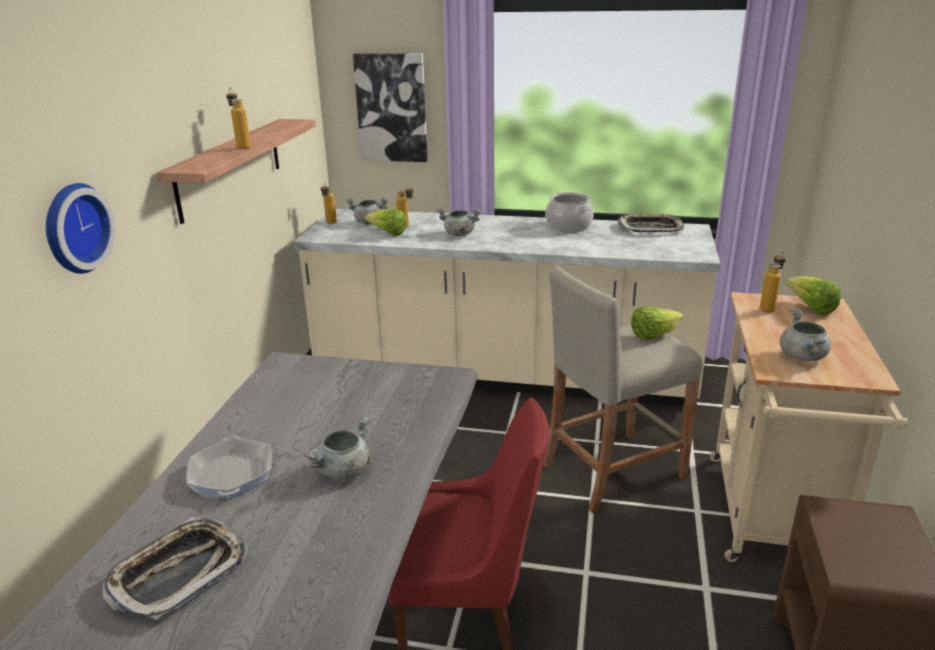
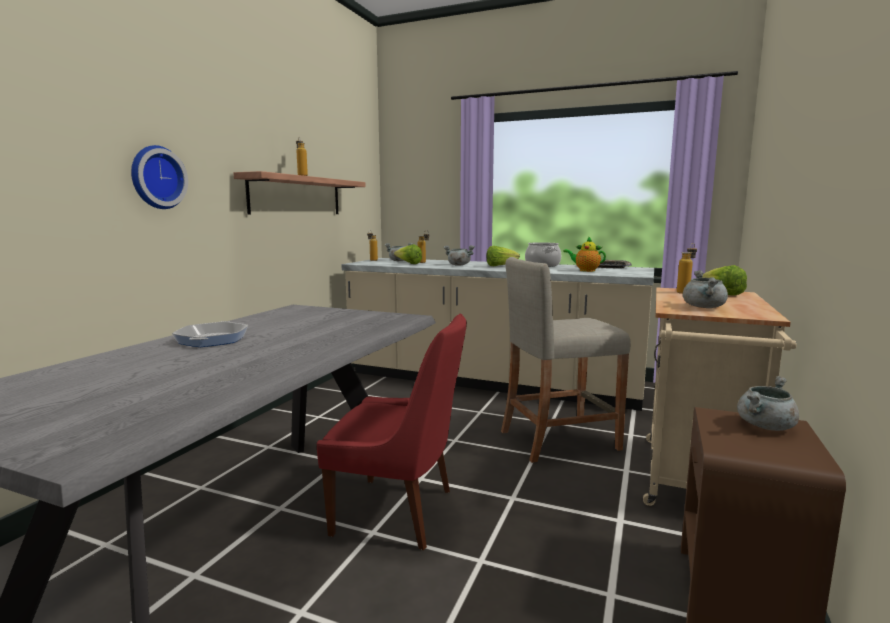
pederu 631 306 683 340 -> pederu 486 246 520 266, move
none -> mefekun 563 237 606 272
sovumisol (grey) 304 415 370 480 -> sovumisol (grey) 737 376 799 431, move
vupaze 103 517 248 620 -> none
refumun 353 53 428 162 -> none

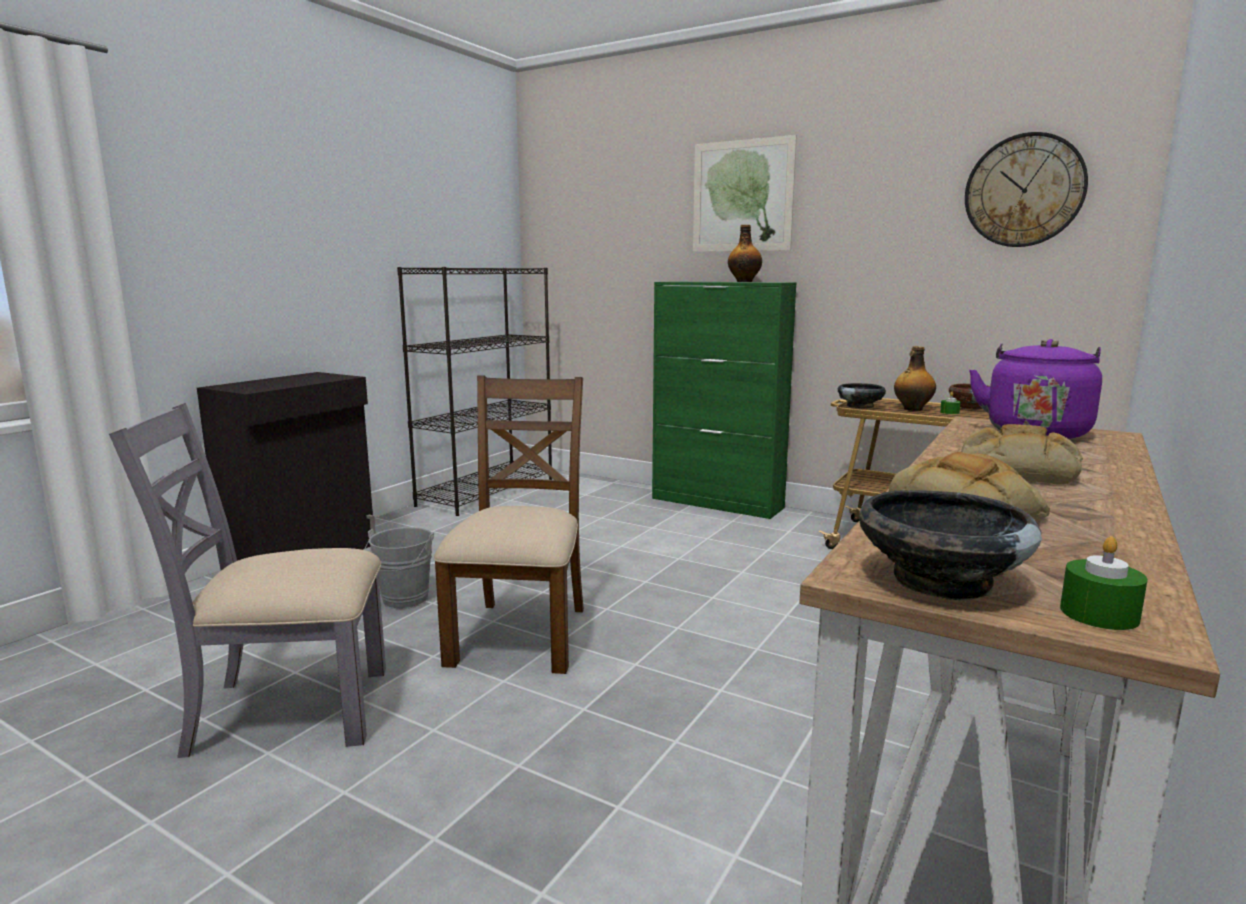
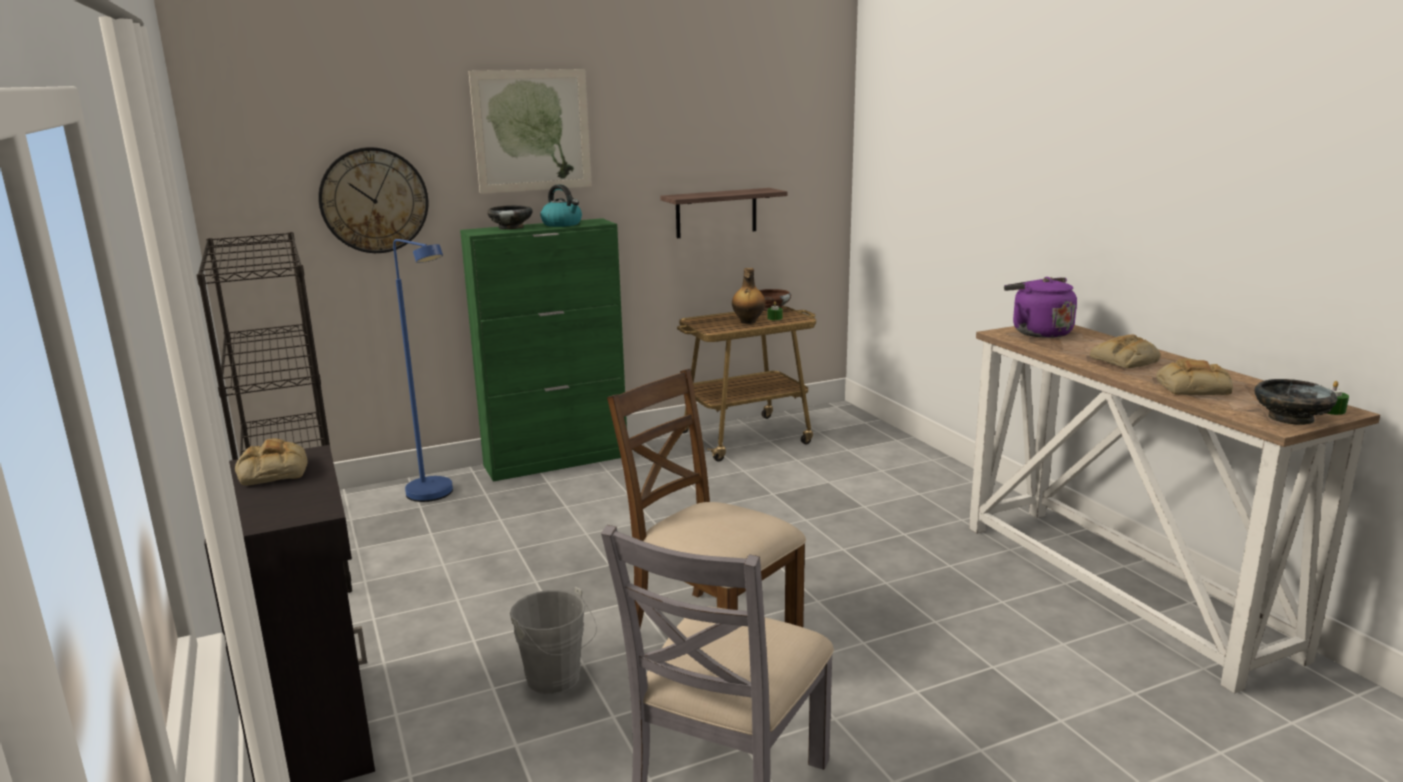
none -> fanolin 235 439 308 485
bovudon 965 132 1088 247 -> bovudon 318 147 428 253, move
none -> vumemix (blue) 393 239 453 502
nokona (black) 838 383 886 409 -> nokona (black) 487 205 533 230, move
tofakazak 728 225 762 282 -> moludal 541 184 582 227
none -> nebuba 660 188 788 238

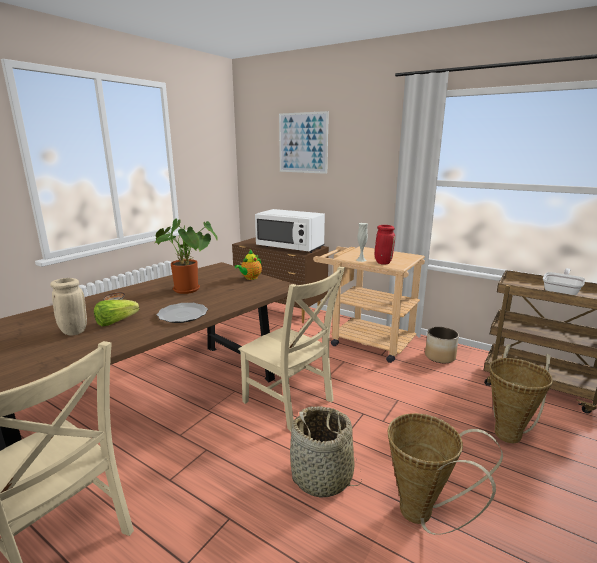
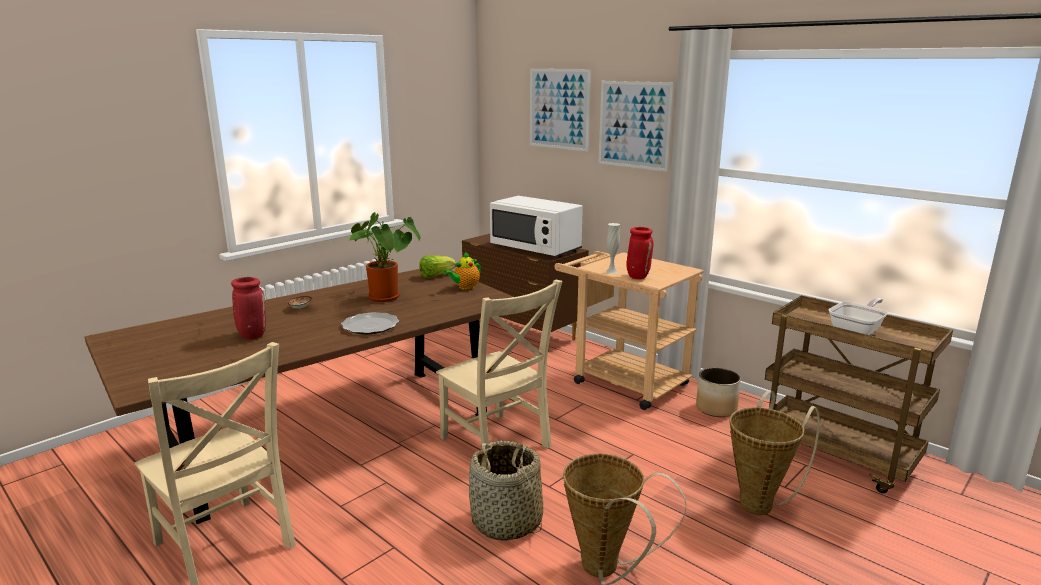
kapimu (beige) 50 278 87 336 -> kapimu (red) 231 277 266 339
pederu 94 300 139 326 -> pederu 419 255 456 278, move
none -> refumun 598 81 674 172

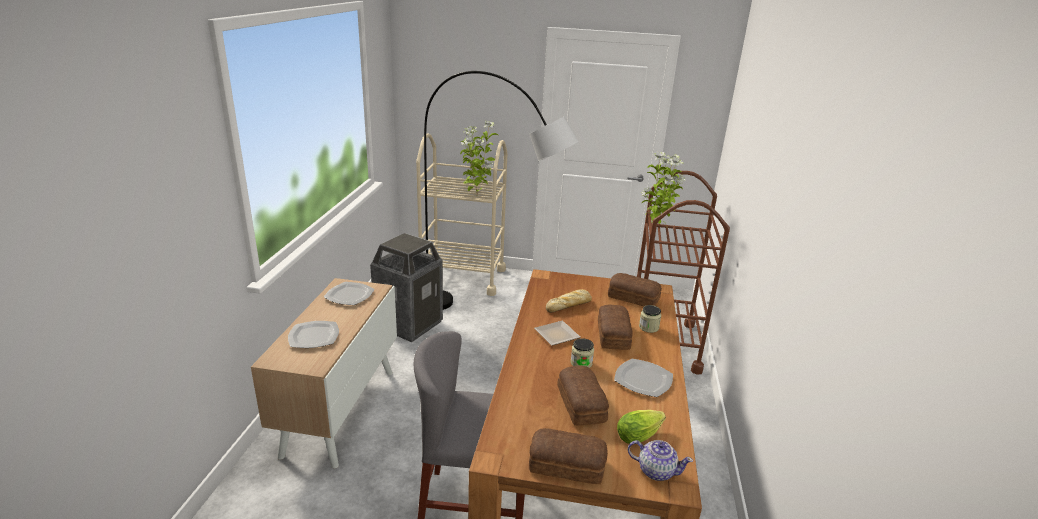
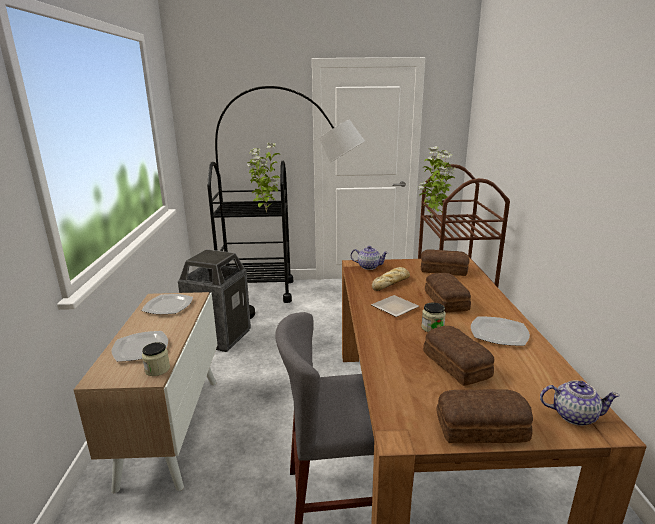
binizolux 639 305 661 333 -> binizolux 142 342 170 376, move
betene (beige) 416 133 507 296 -> betene (black) 207 161 293 303
none -> mefekun 351 246 388 270
pederu 617 410 666 444 -> none

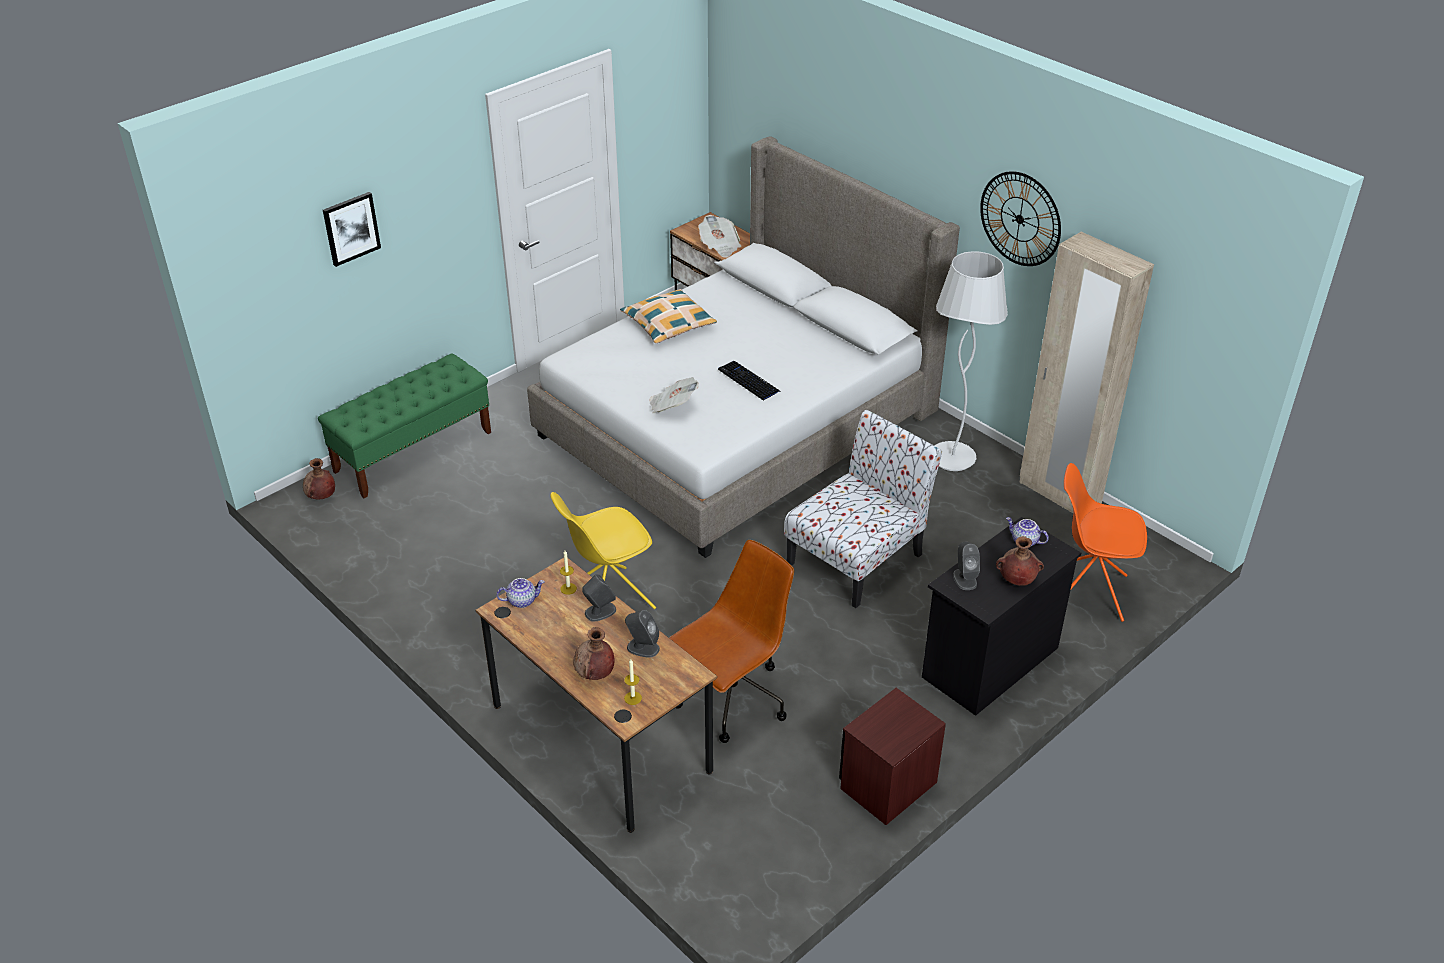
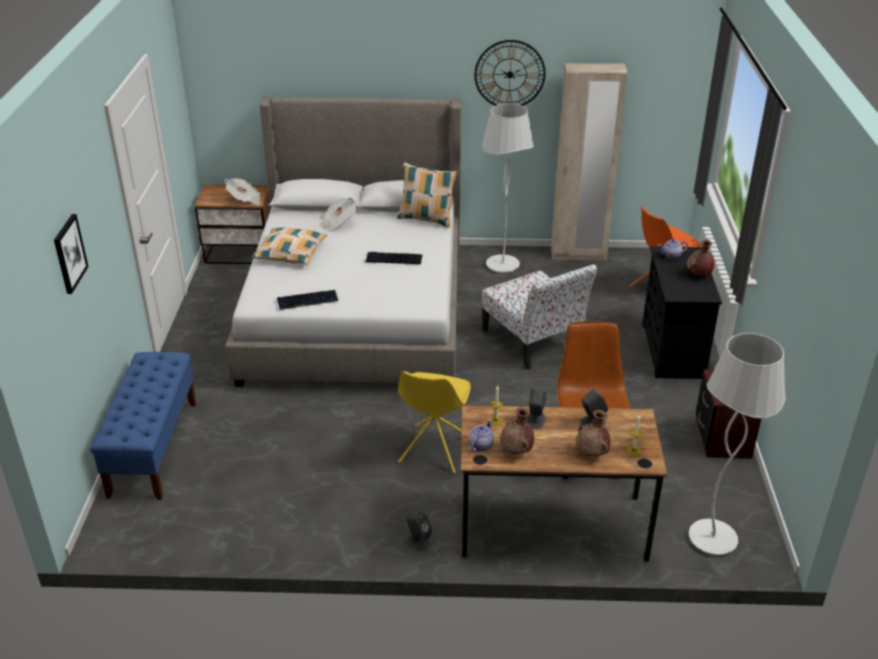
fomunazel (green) 318 354 491 498 -> fomunazel (blue) 90 352 196 500
none -> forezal 277 290 338 310
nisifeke 649 377 699 413 -> nisifeke 319 198 356 230, move
none -> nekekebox 397 163 457 228
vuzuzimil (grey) 953 542 980 590 -> vuzuzimil (grey) 406 511 432 550, move
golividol 784 410 942 608 -> golividol 481 264 597 370, 150 degrees clockwise
kapimu (brown) 303 458 335 499 -> kapimu (brown) 500 407 534 454, move
none -> vumemix (white) 689 333 786 555

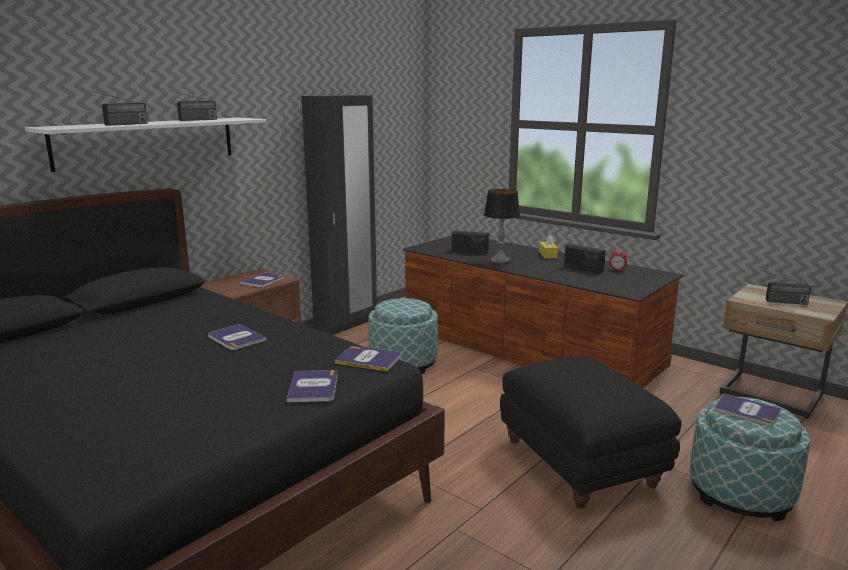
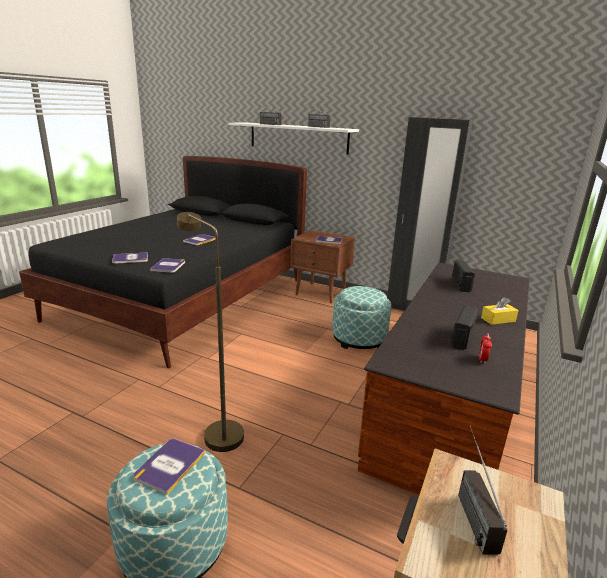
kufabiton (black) 500 356 681 509 -> vumemix (brown) 177 212 244 452
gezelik 484 189 520 263 -> none

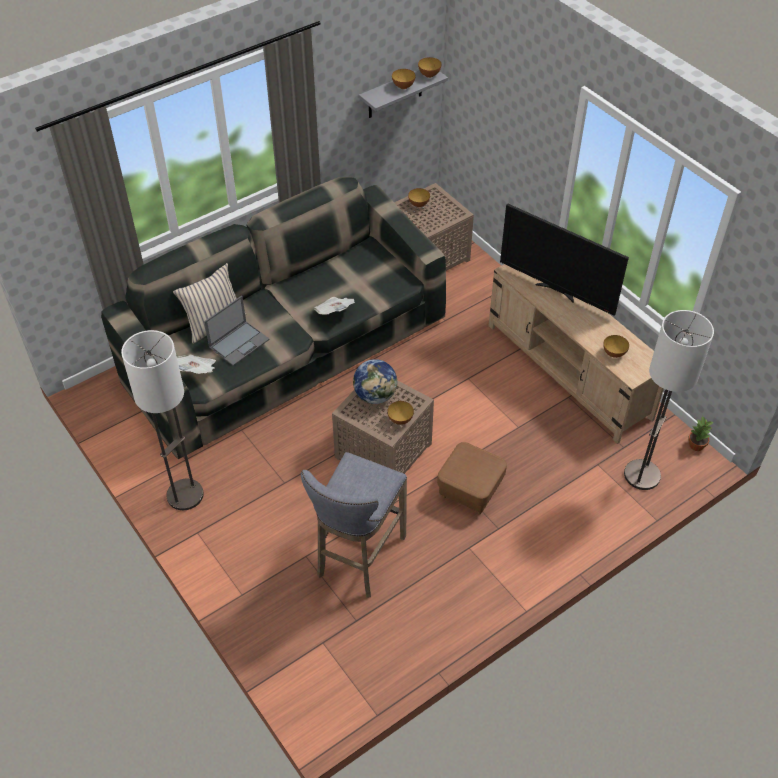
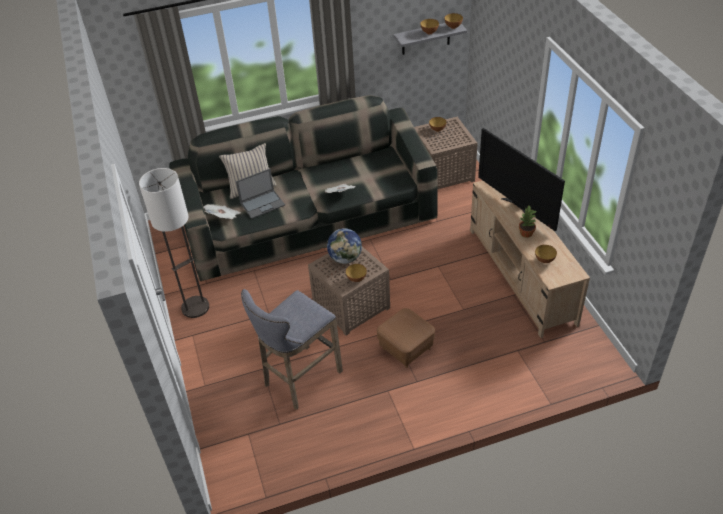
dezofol 689 415 713 451 -> dezofol 519 206 536 238, move
vumemix 624 310 714 490 -> none

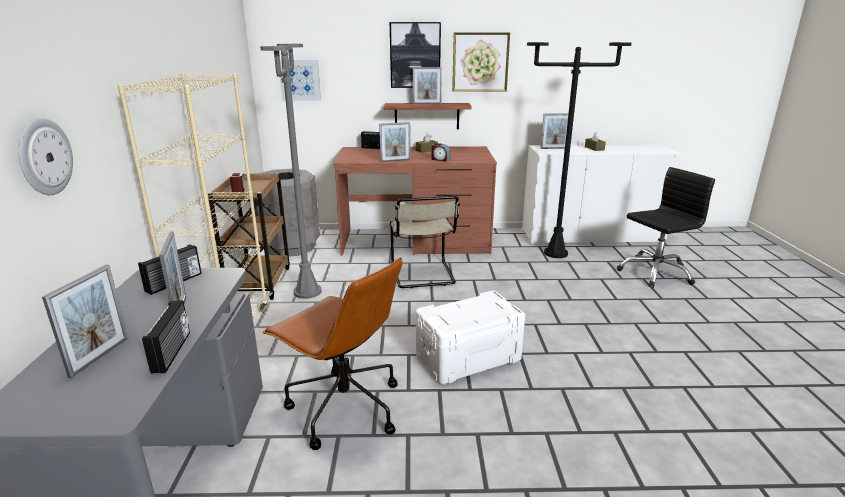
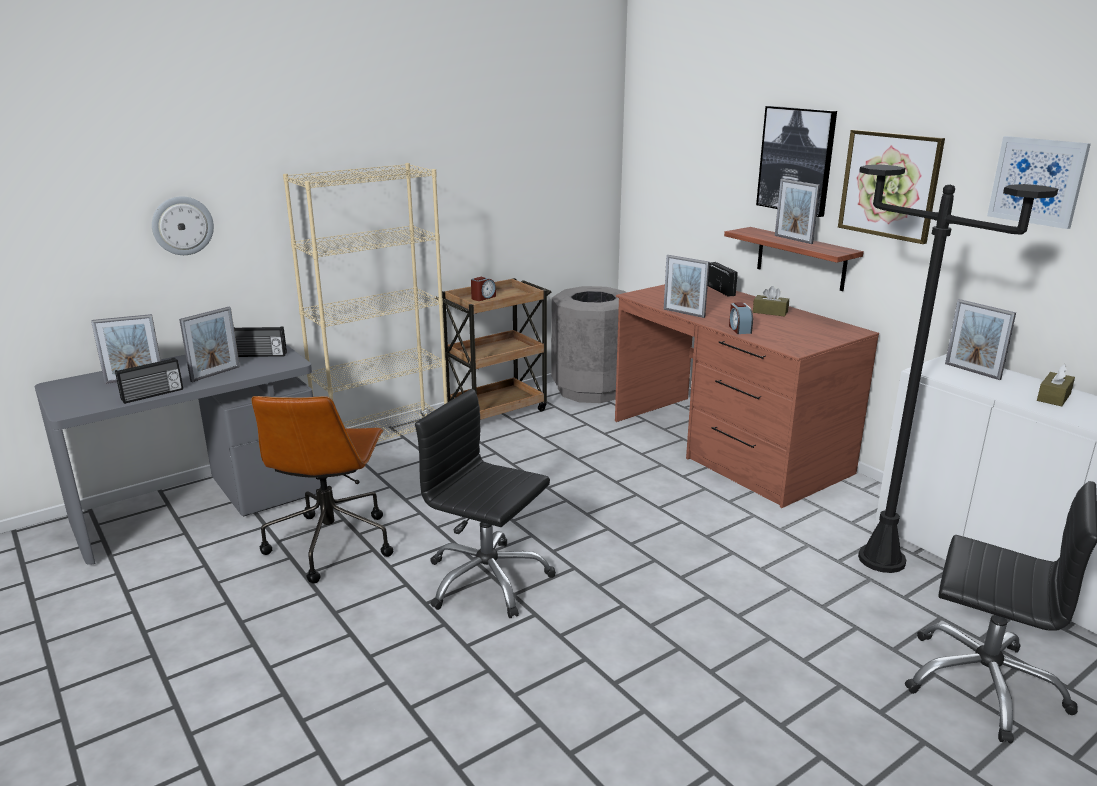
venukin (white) 416 291 525 384 -> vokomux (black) 415 389 556 618
refumun 280 60 321 101 -> refumun 987 136 1091 229, move
vumemix (grey) 260 44 321 299 -> none
golividol (beige) 390 196 460 288 -> none

